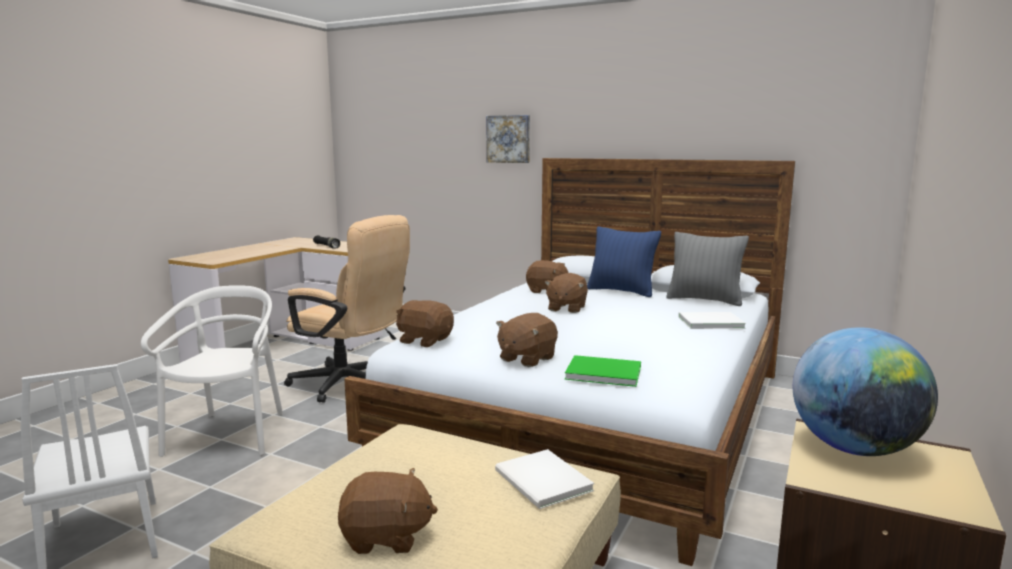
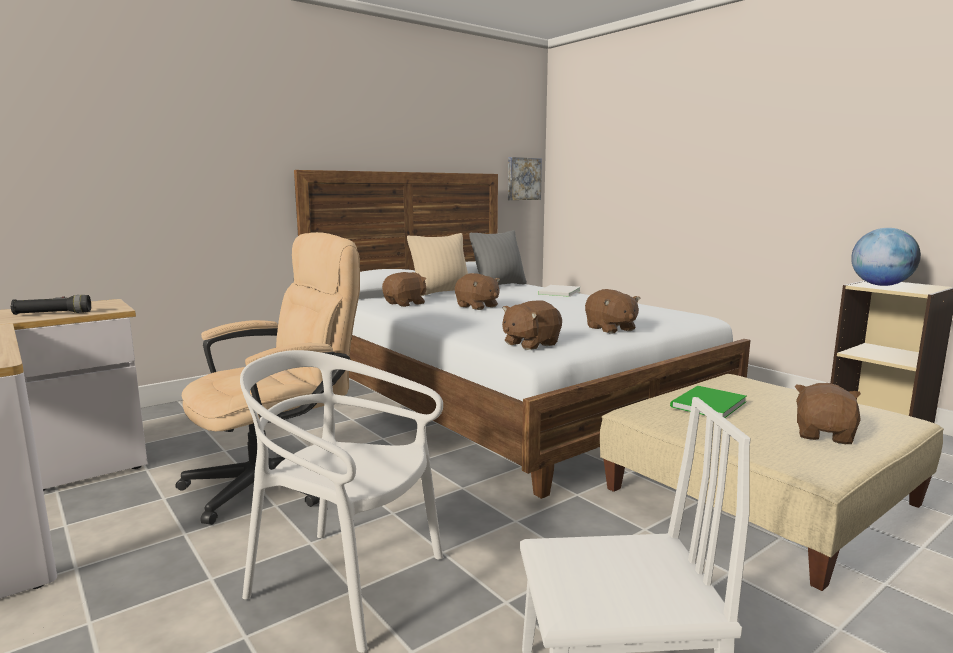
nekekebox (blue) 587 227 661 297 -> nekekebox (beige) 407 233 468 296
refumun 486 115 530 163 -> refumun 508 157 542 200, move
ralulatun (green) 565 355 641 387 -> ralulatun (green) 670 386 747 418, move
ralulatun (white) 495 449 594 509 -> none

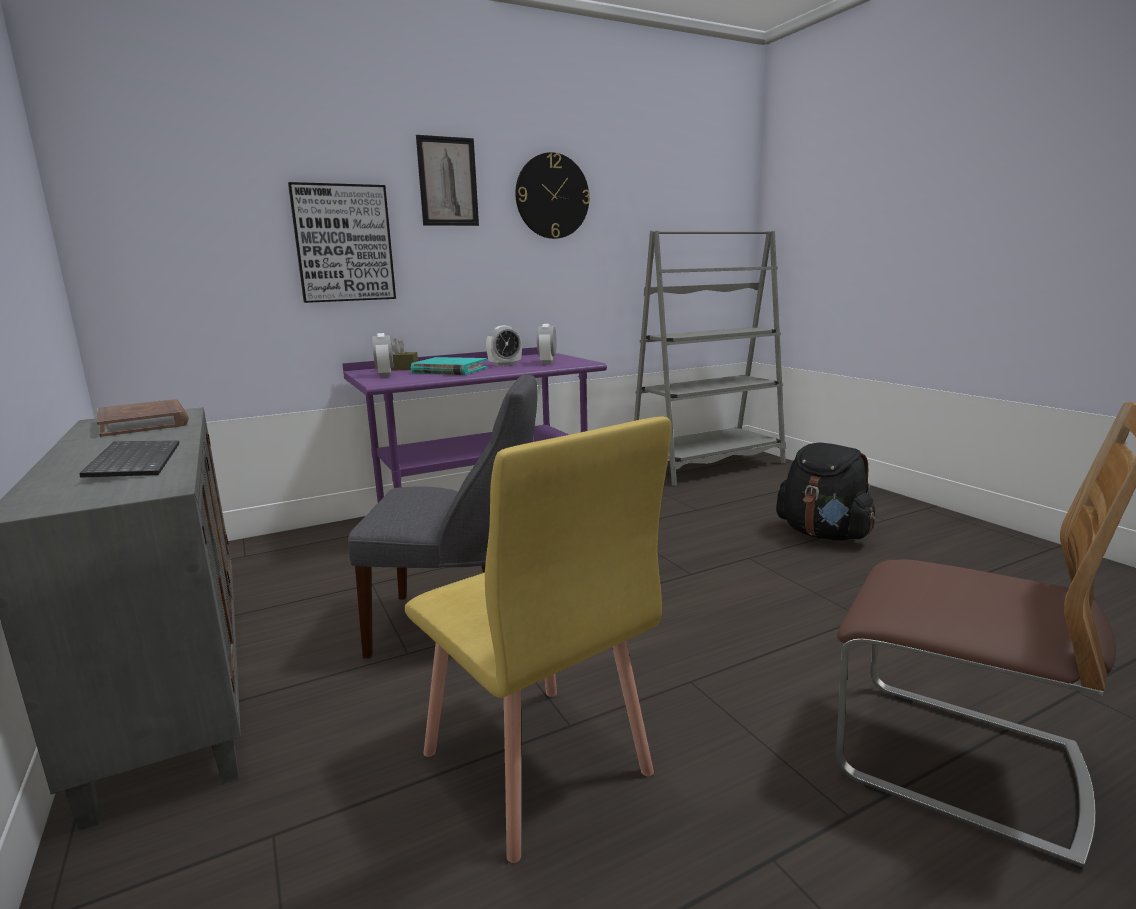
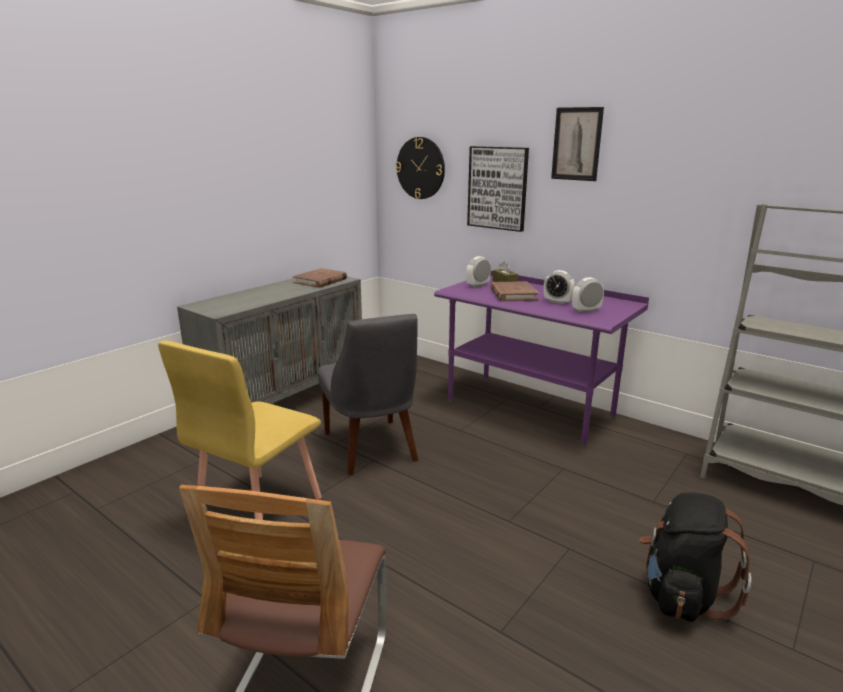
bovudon 515 152 590 239 -> bovudon 396 137 445 199, move
ralulatun (turquoise) 411 357 488 375 -> ralulatun (brown) 490 281 539 301
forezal 80 440 179 478 -> none

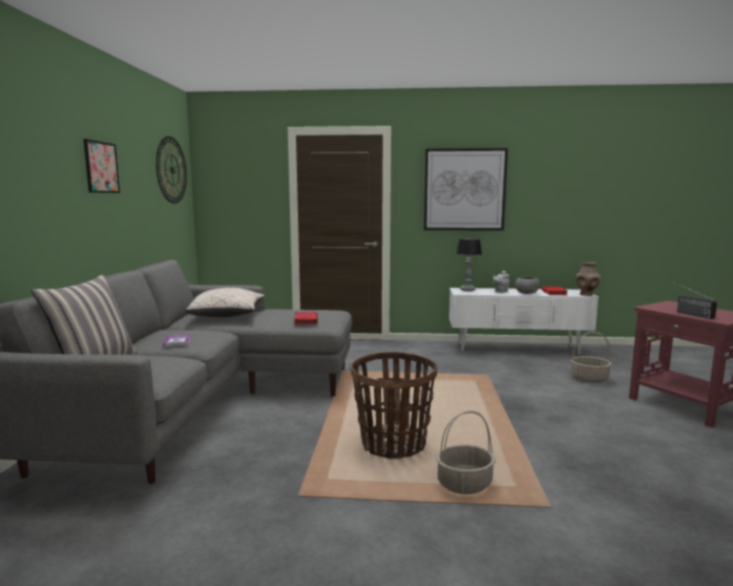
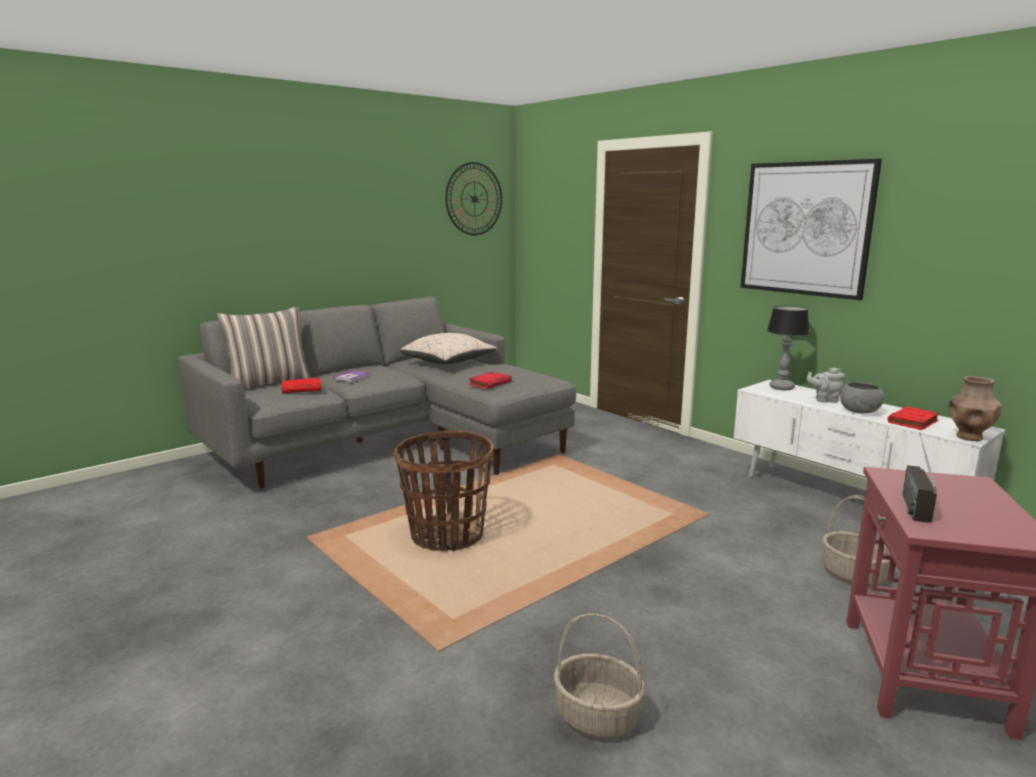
none -> ralulatun (red) 282 378 322 394
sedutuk 436 411 495 494 -> sedutuk 553 614 645 738, move
refumun 84 139 120 193 -> none

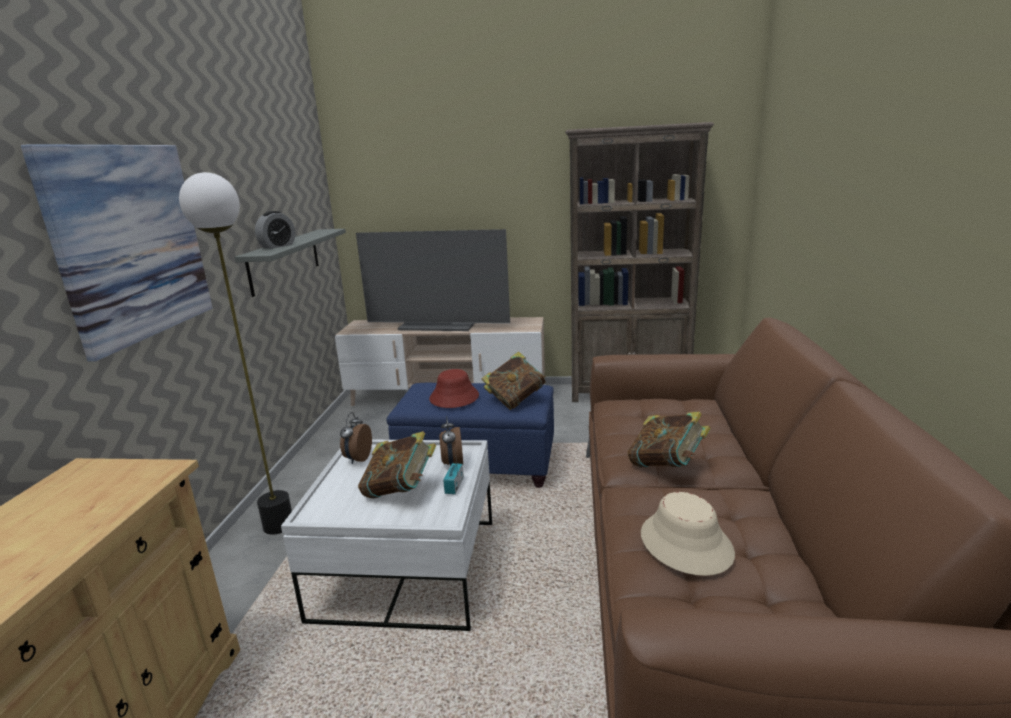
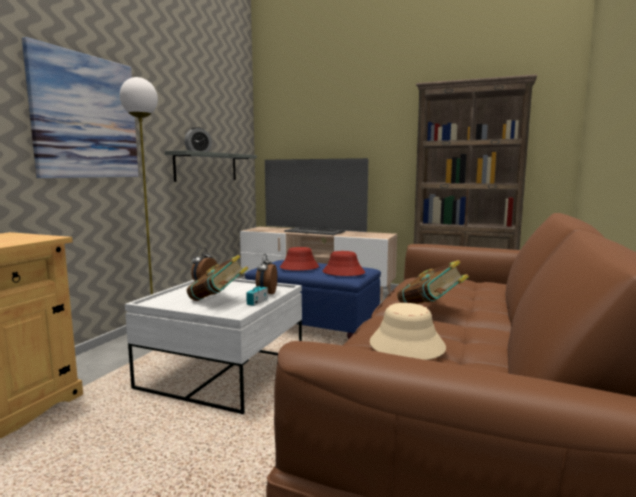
ralulatun 481 351 545 410 -> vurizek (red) 323 251 365 276

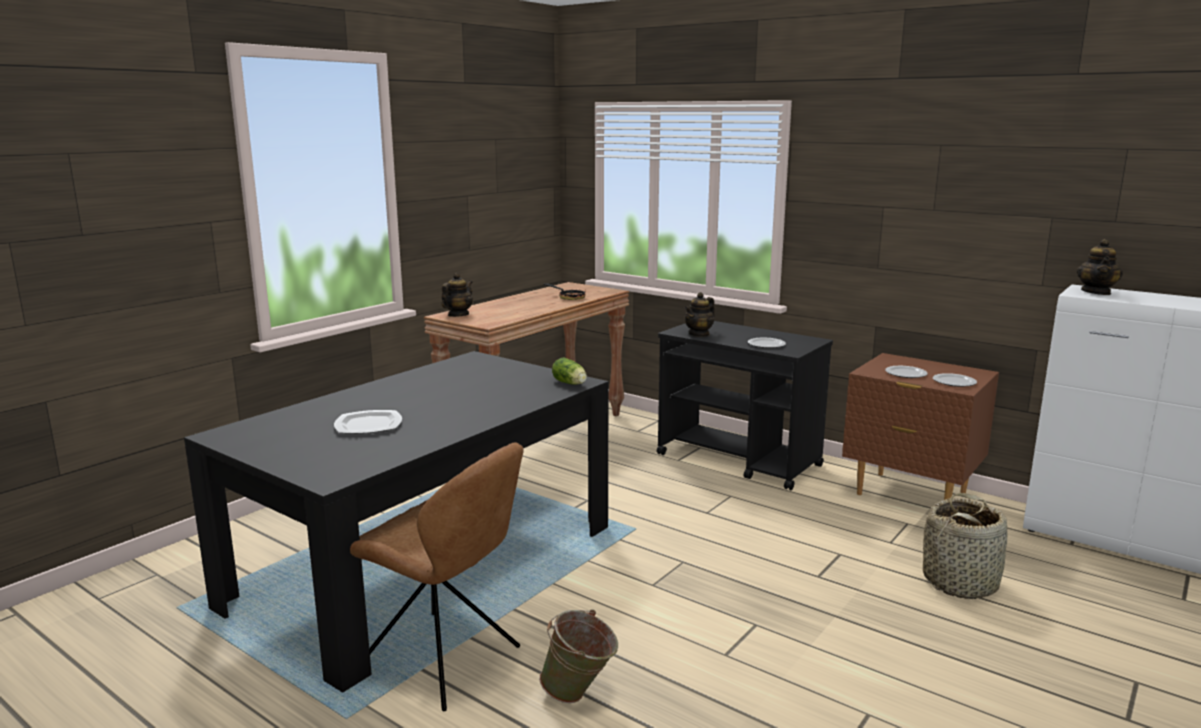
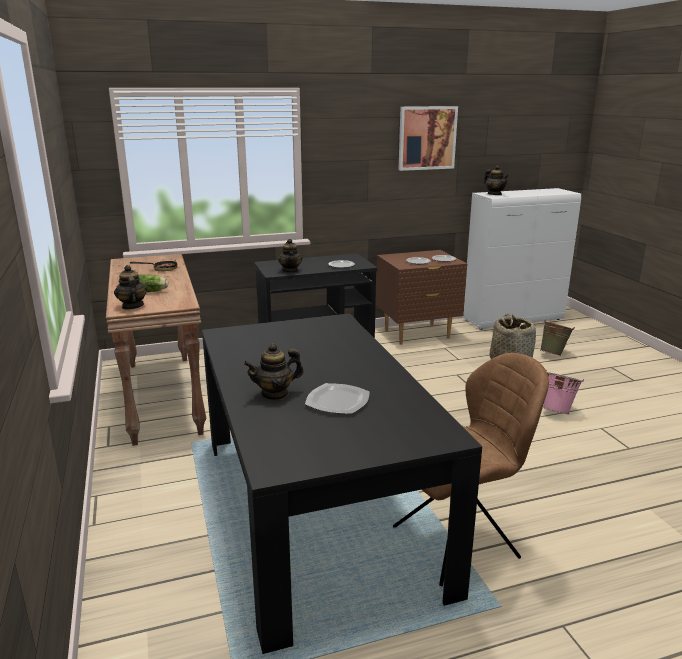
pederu 552 357 587 385 -> pederu 139 274 168 292, move
none -> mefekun 244 343 303 401
none -> refumun 398 106 458 171
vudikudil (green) 539 609 618 703 -> vudikudil (green) 541 320 575 356, move
none -> vudikudil (pink) 543 370 584 414

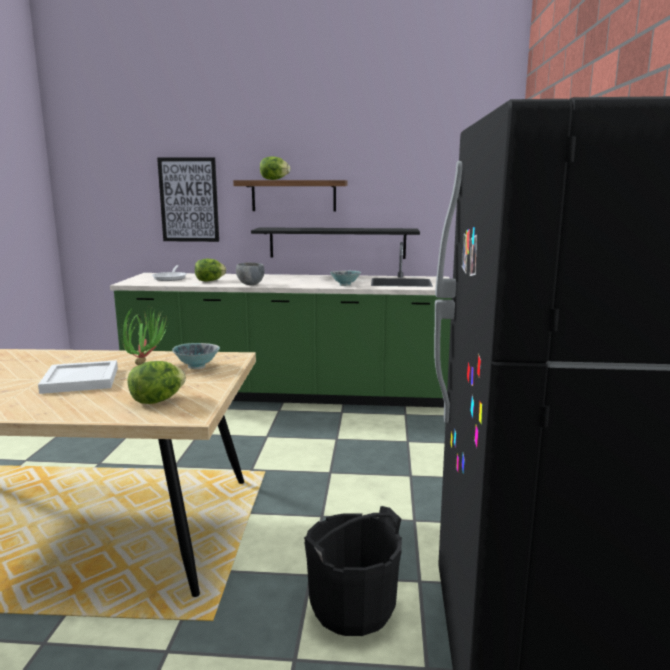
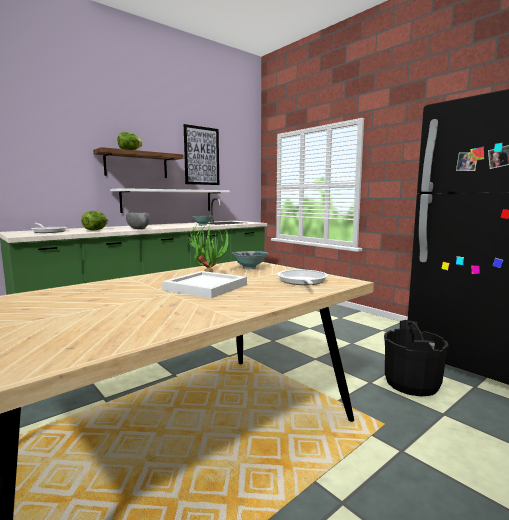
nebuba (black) 251 227 420 259 -> nebuba (white) 110 188 230 213
refumun 157 157 219 242 -> refumun 184 124 219 185, move
pederu 128 361 186 404 -> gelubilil 277 270 328 285

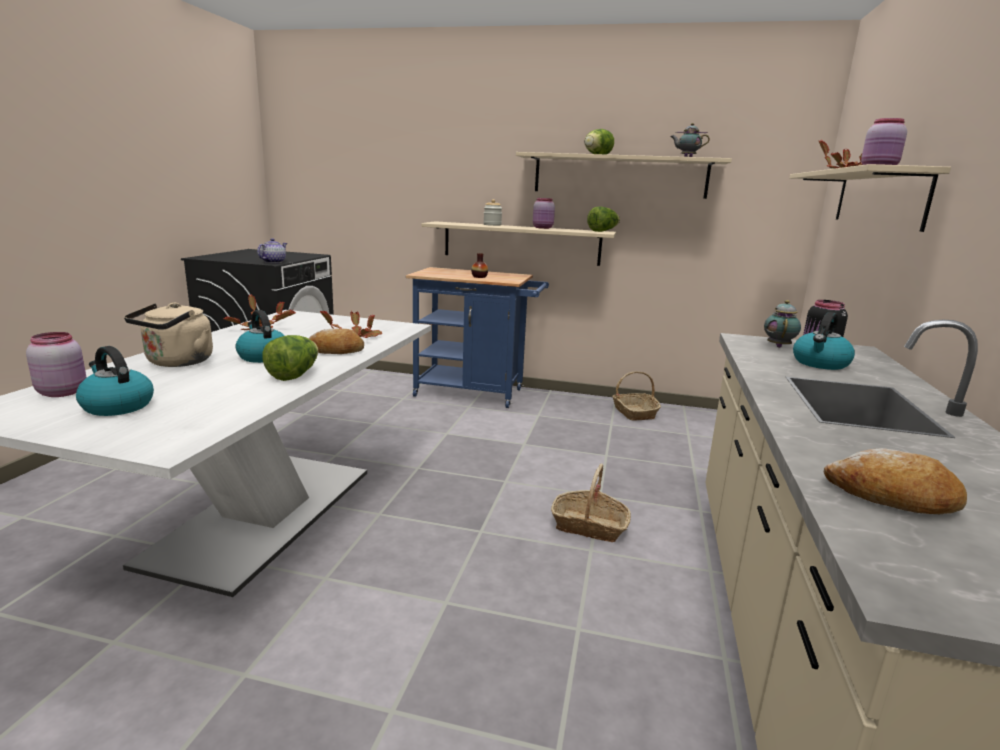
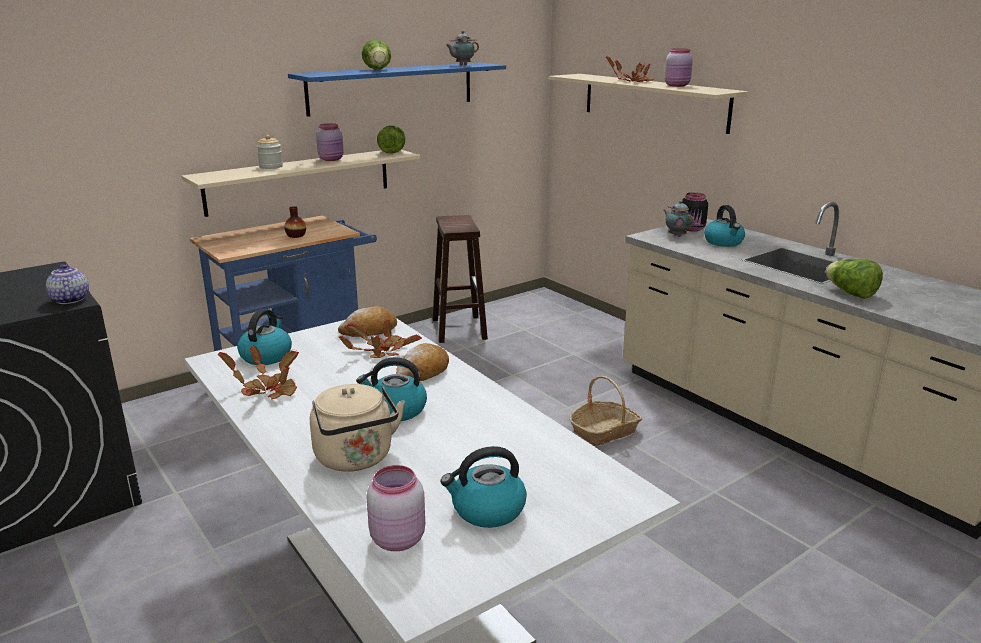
none -> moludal 237 309 292 365
nebuba (beige) 516 152 732 199 -> nebuba (blue) 288 63 506 117
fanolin 823 448 967 514 -> fanolin 338 306 397 337, move
sedutuk 612 371 661 421 -> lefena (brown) 433 215 488 343
pederu 262 335 318 381 -> pederu 826 259 883 299, move

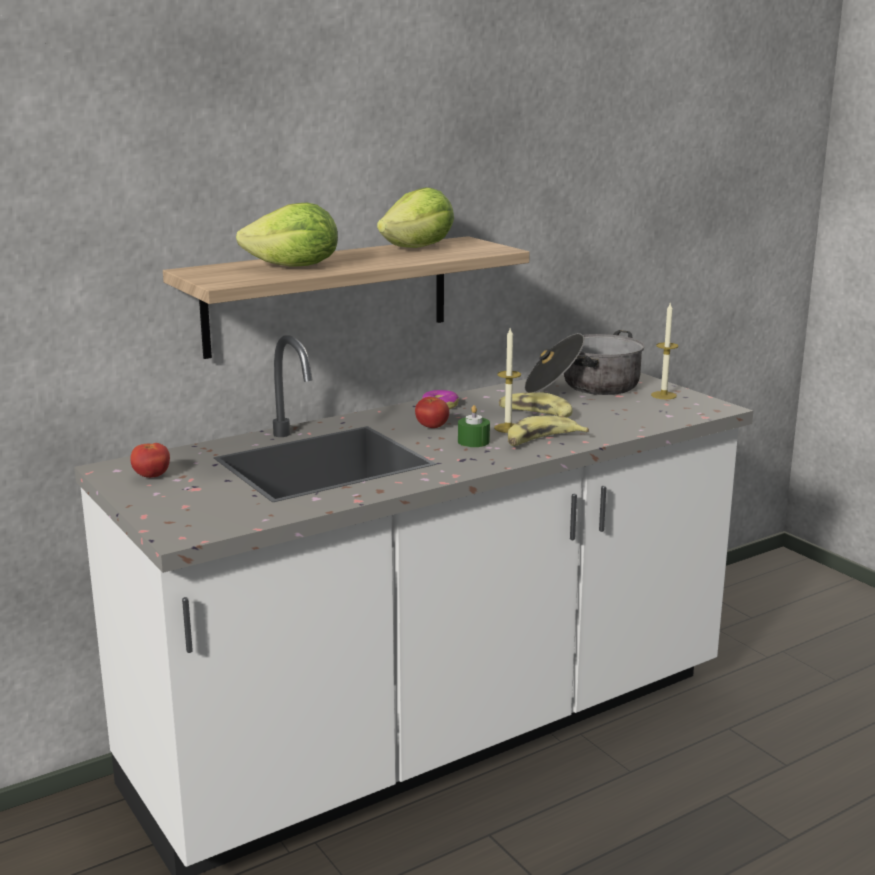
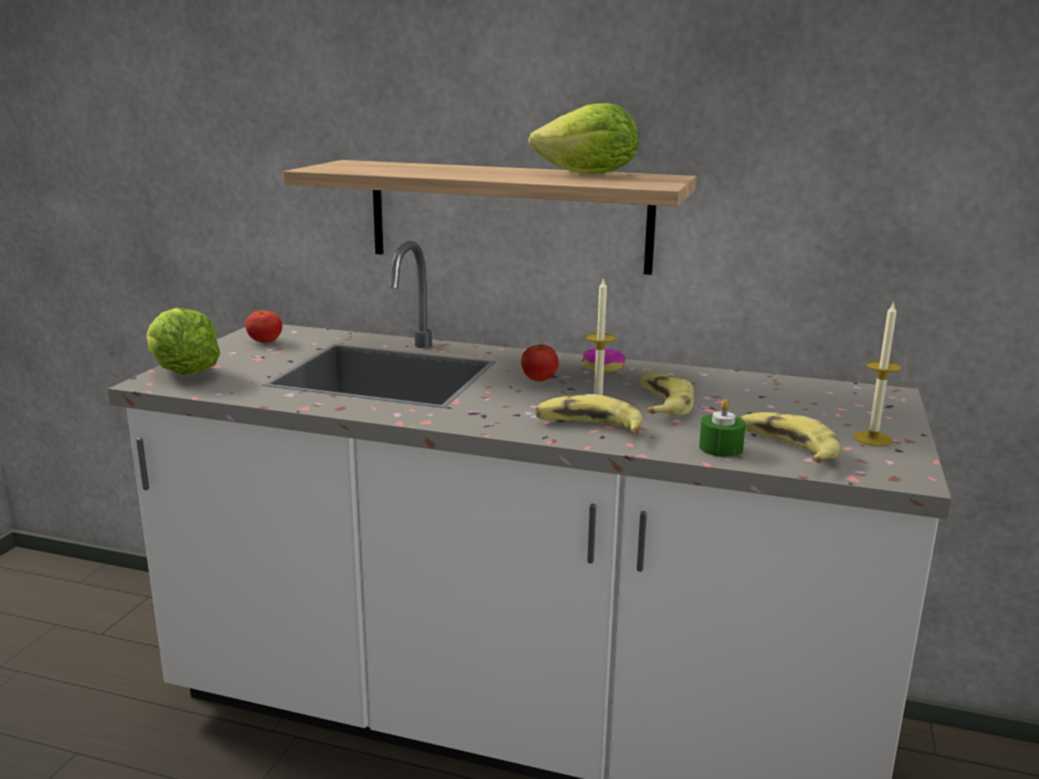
pederu 236 203 338 267 -> pederu 146 307 220 375, move
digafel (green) 458 405 490 447 -> digafel (green) 699 399 746 457, move
none -> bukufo 740 412 840 463
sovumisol 524 330 645 395 -> none

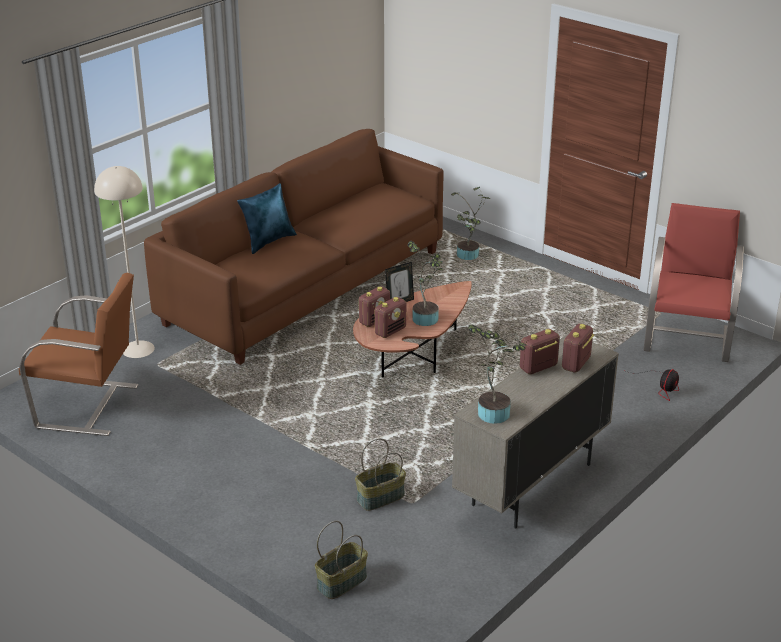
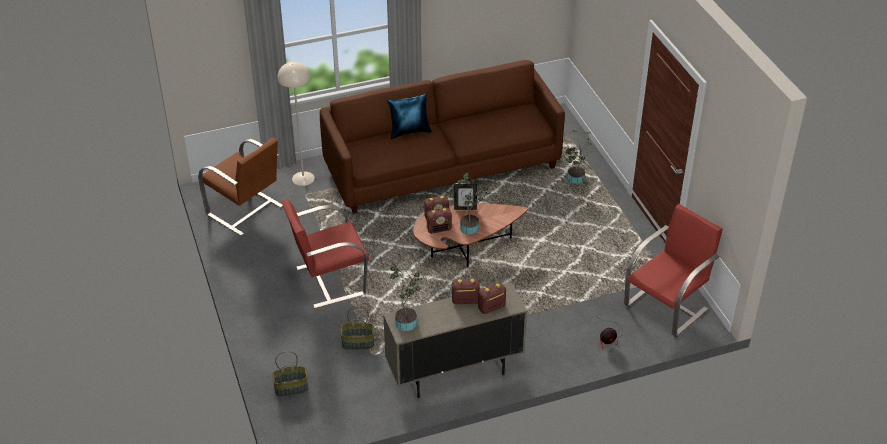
none -> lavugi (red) 281 199 369 309

